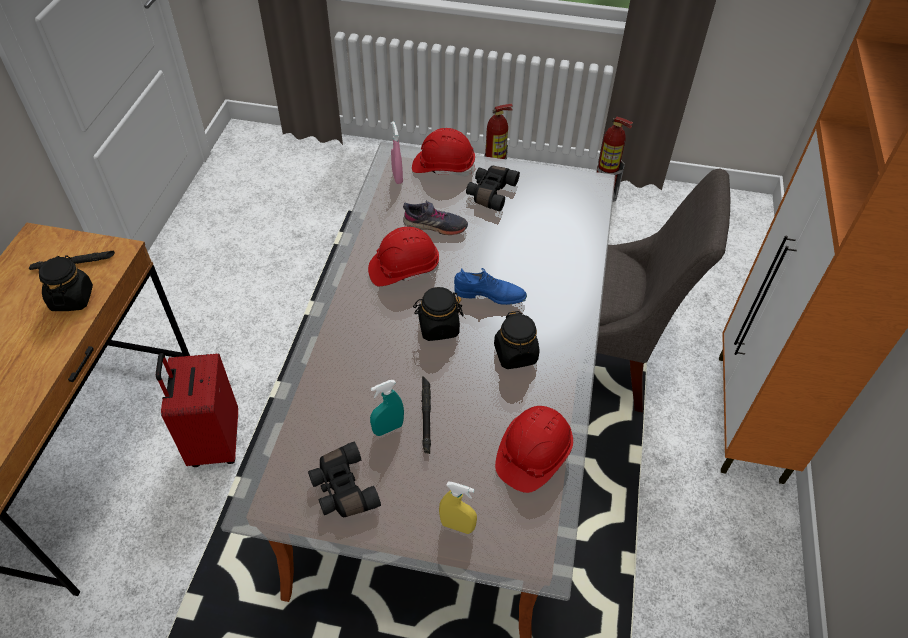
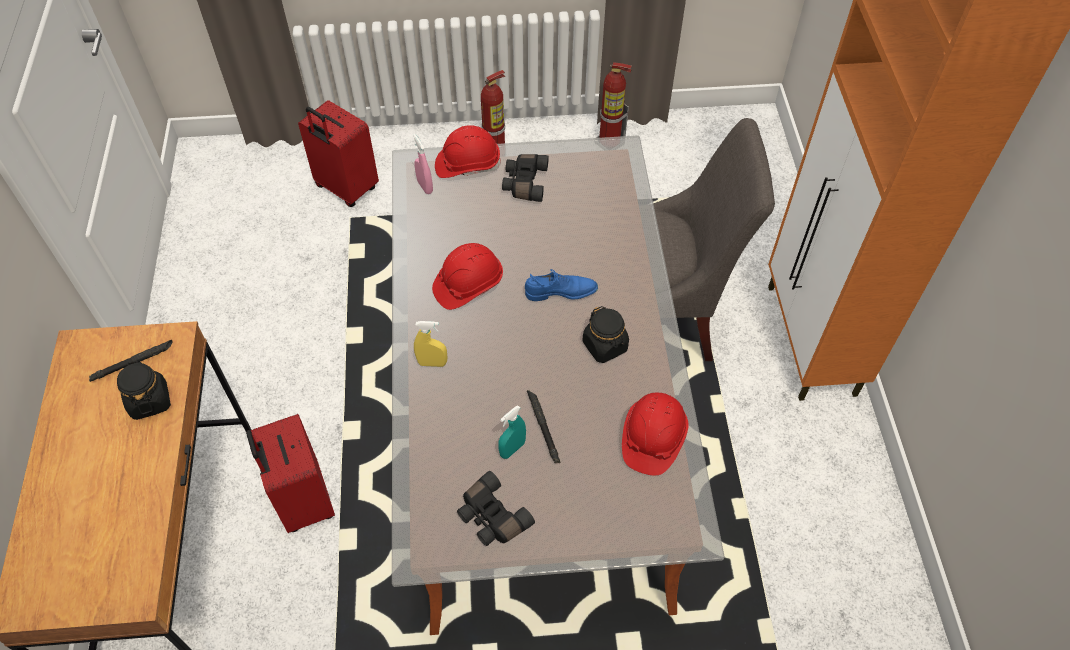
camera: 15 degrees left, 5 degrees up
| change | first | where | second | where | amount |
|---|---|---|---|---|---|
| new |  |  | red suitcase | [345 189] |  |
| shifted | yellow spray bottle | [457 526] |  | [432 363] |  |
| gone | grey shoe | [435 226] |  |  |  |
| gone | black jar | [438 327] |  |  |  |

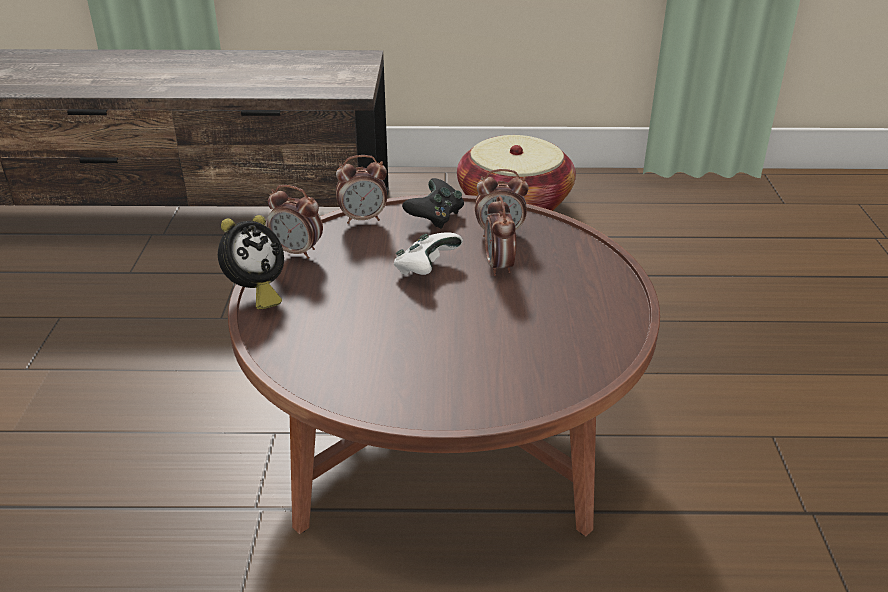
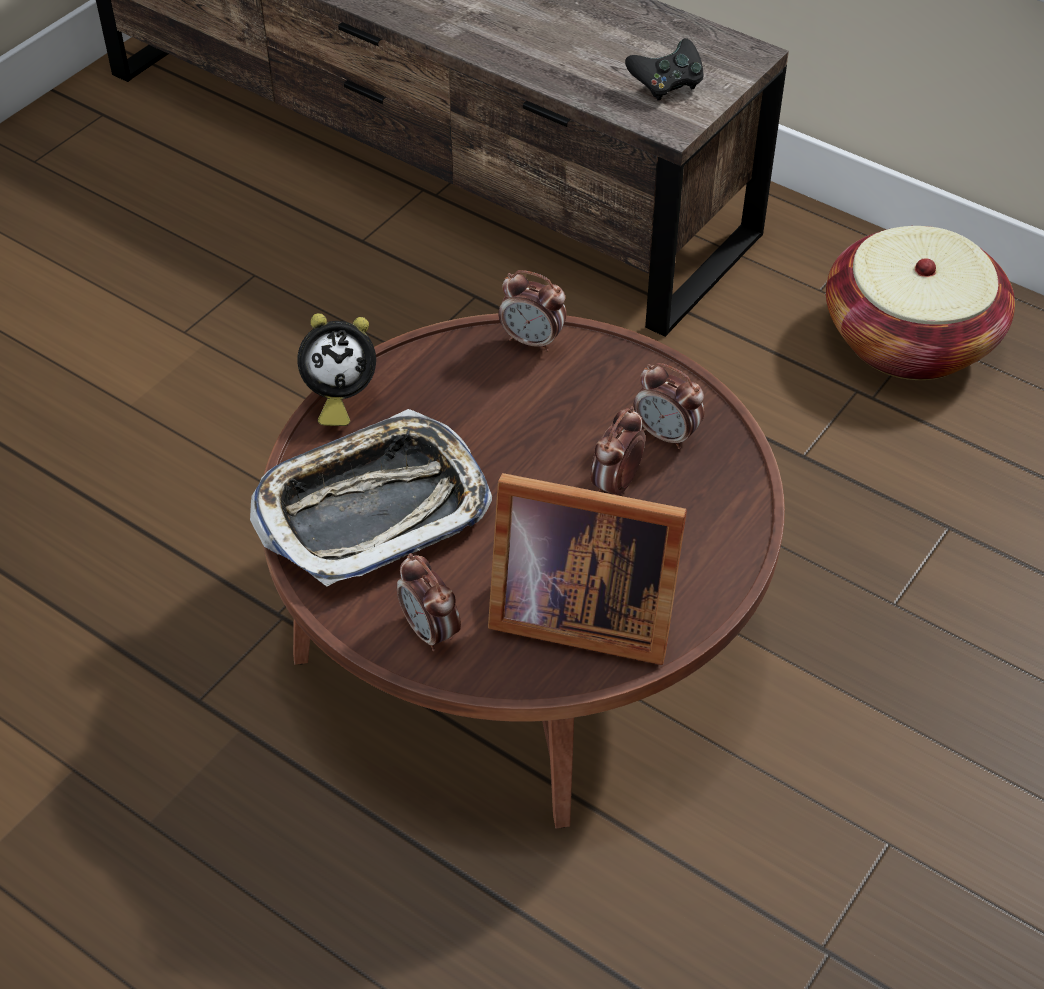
camera: 35 degrees right, 15 degrees up
| change | first | where | second | where | amount |
|---|---|---|---|---|---|
| new |  |  | tray | [372 508] |  |
| shifted | alarm clock | [297 252] |  | [430 631] |  |
| new |  |  | picture frame | [577 612] |  |
| shifted | black game controller | [435 217] |  | [666 85] |  |
| gone | white game controller | [426 269] |  |  |  |

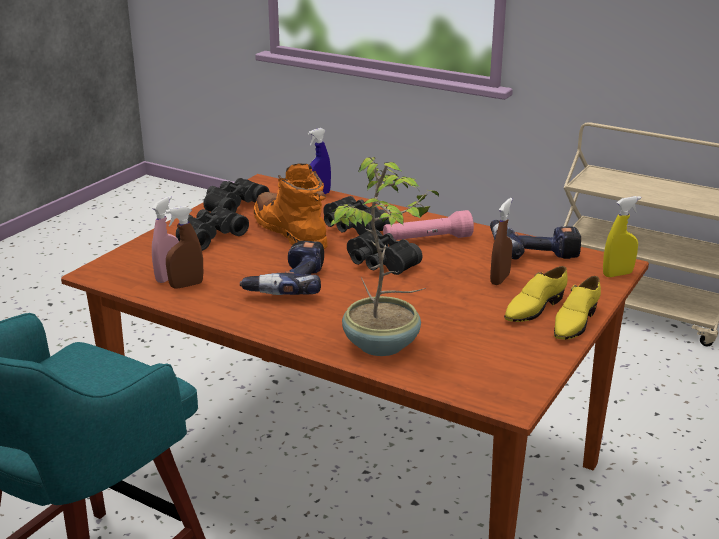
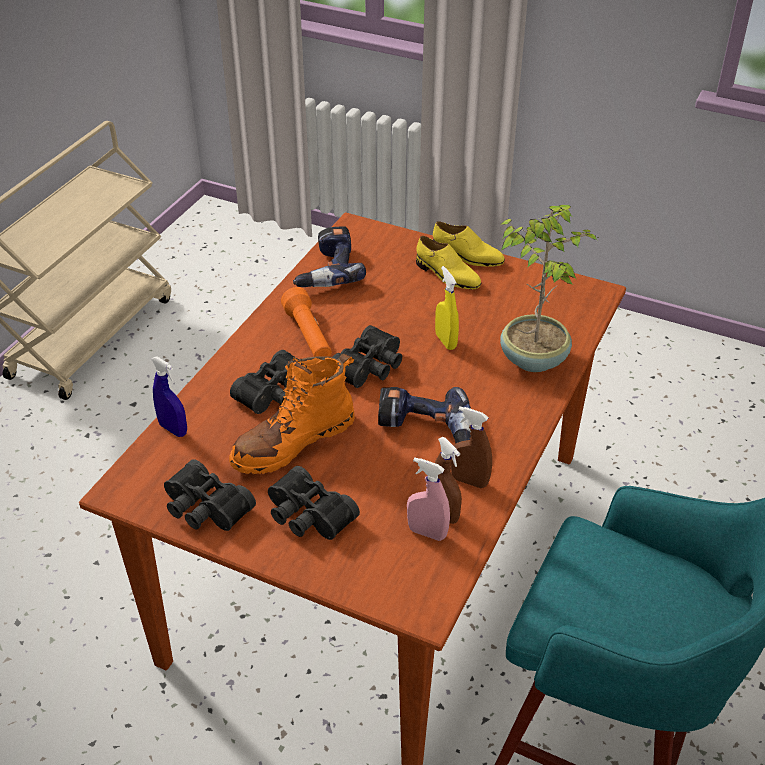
camera: 95 degrees left, 15 degrees up
| change | first | where | second | where | amount |
|---|---|---|---|---|---|
| repainted | pink flashlight | [427 240] | orange flashlight | [308 336] |  |
| shifted | yellow spray bottle | [617 274] |  | [445 341] |  |
| shifted | brown spray bottle | [500 279] |  | [469 481] |  |

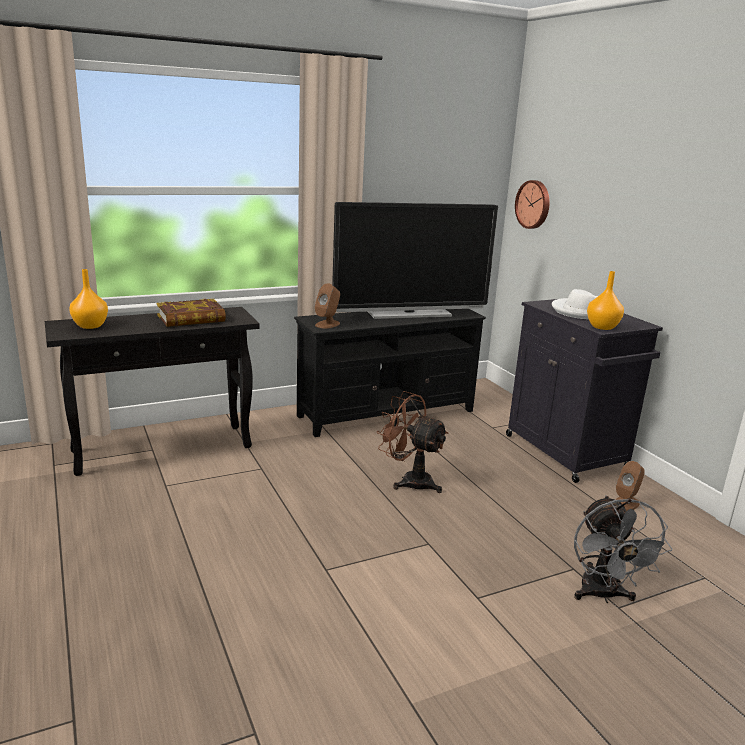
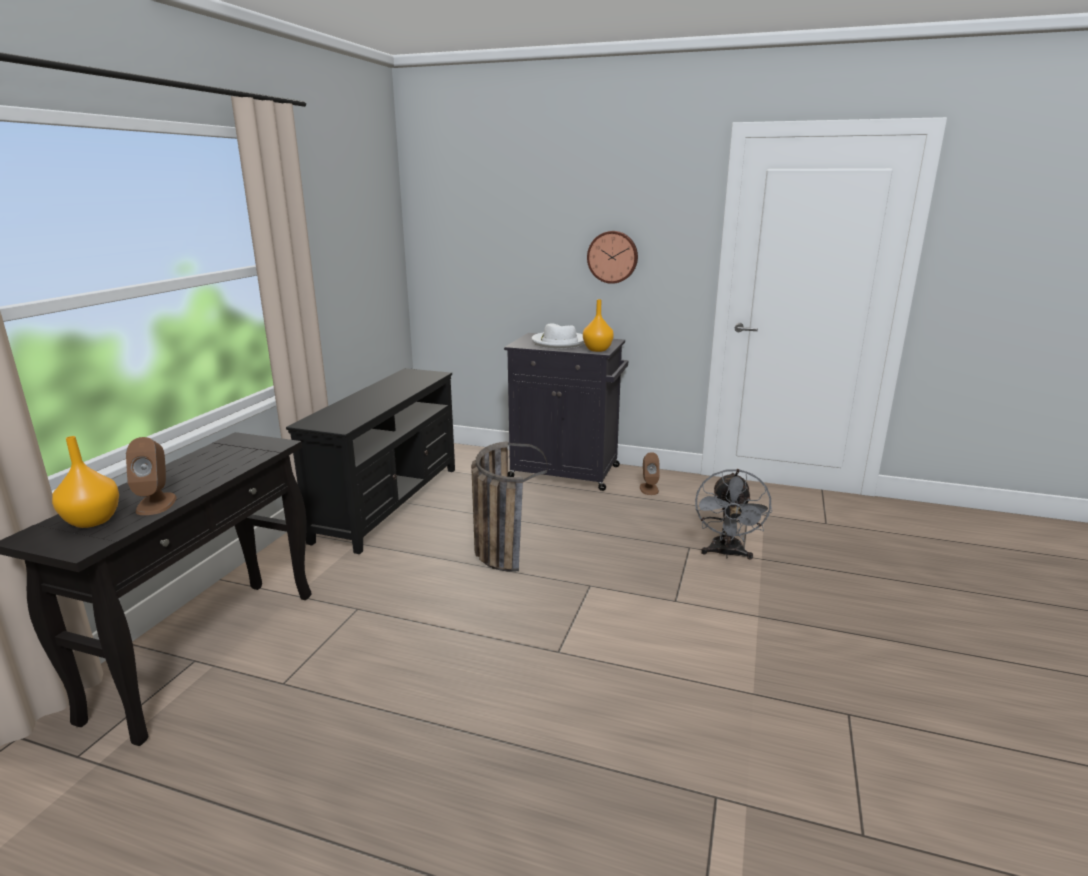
camera: 45 degrees left, 0 degrees up
| change | first | where | second | where | amount |
|---|---|---|---|---|---|
| shifted | brown speaker | [327 324] |  | [156 504] |  |
| swapped | brown fan | [410 480] | basket | [500 547] |  |
| shifted | wall clock | [534 204] |  | [613 257] |  |
| rotated | grey fan | [603 595] |  | [726 554] | 60 degrees clockwise |
| gone | book | [191 318] |  |  |  |
| gone | television | [409 314] |  |  |  |

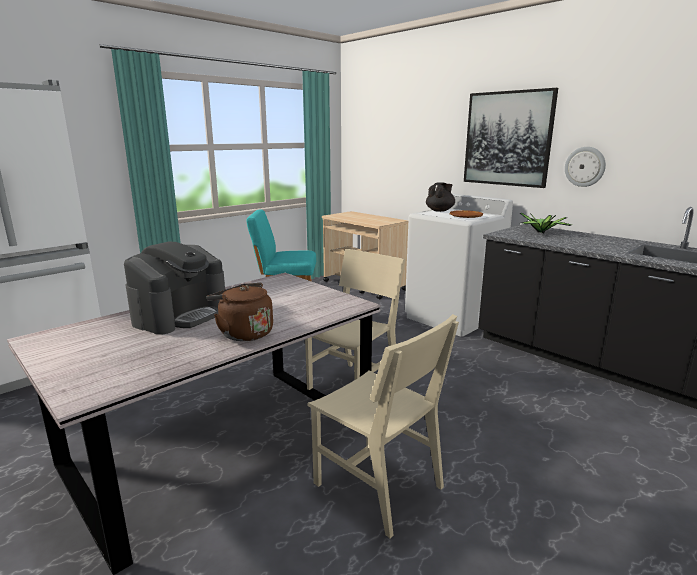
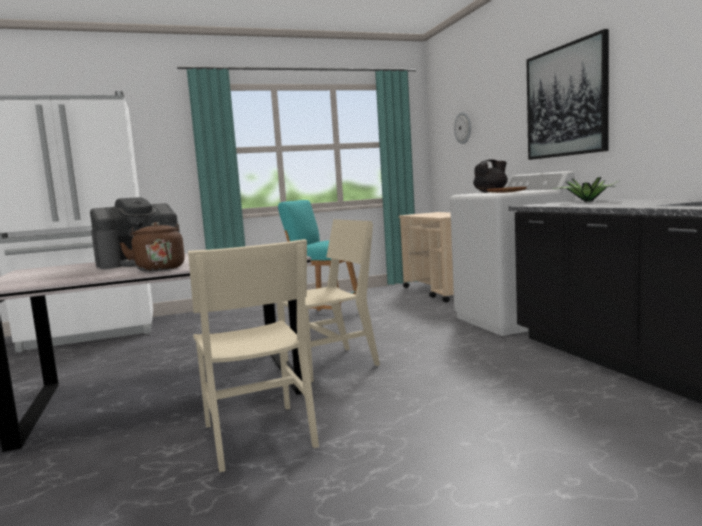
camera: 25 degrees right, 10 degrees down
| change | first | where | second | where | amount |
|---|---|---|---|---|---|
| shifted | wall clock | [585 166] |  | [463 128] |  |

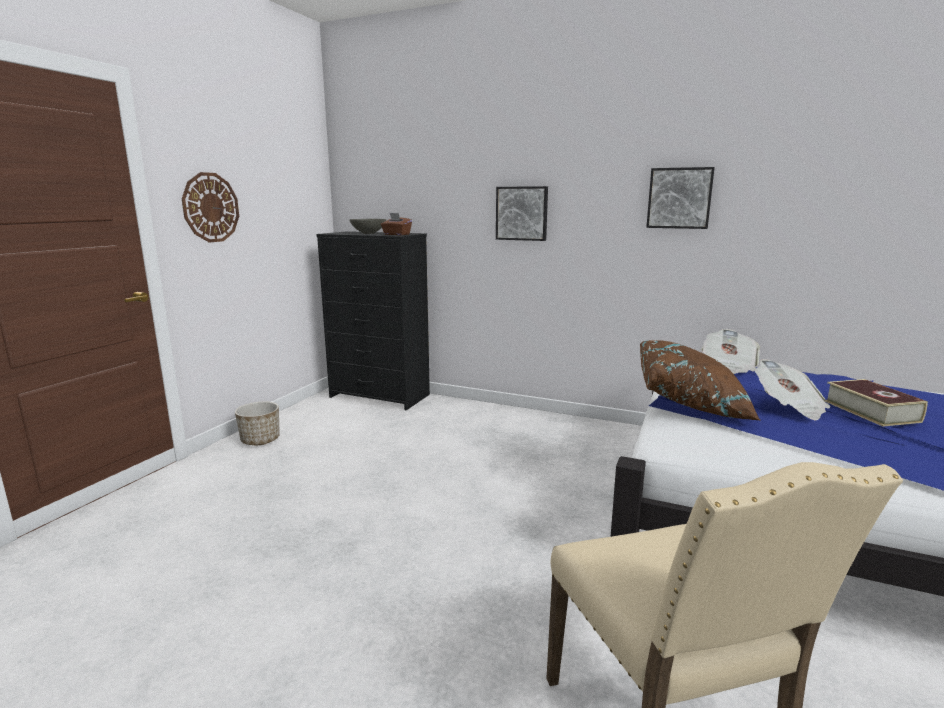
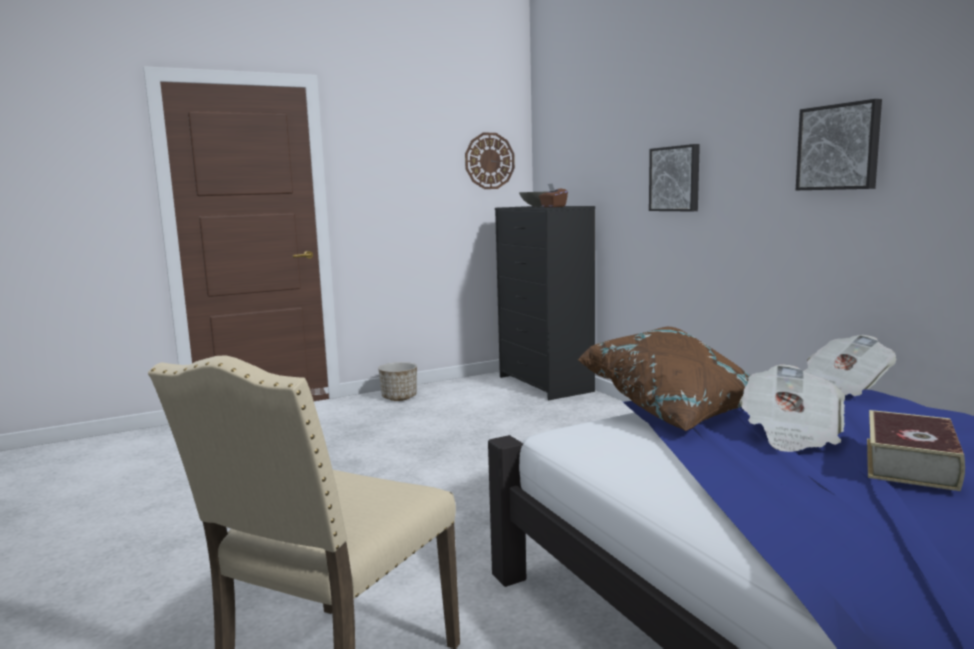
camera: 40 degrees right, 5 degrees down
| change | first | where | second | where | amount |
|---|---|---|---|---|---|
| shifted | wall clock | [210 207] |  | [489 161] |  |

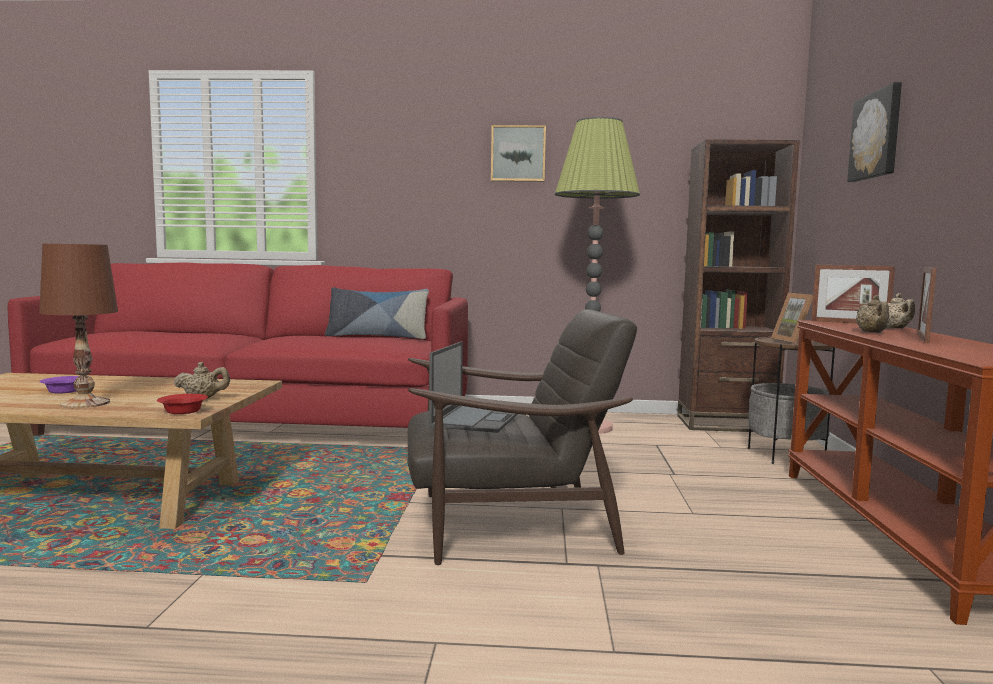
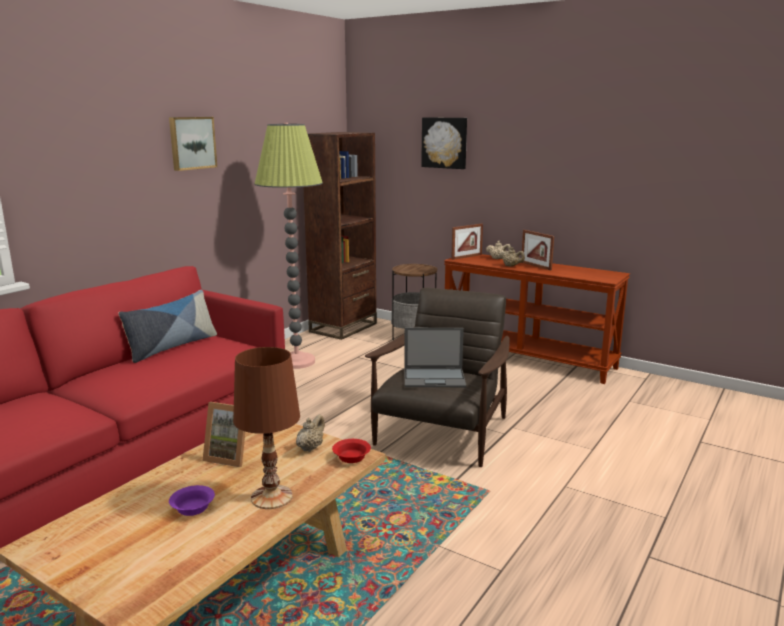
camera: 60 degrees left, 10 degrees up
| change | first | where | second | where | amount |
|---|---|---|---|---|---|
| shifted | picture frame | [794 341] |  | [230 456] |  |
| rotated | laptop | [477 418] |  | [435 378] | 135 degrees clockwise |

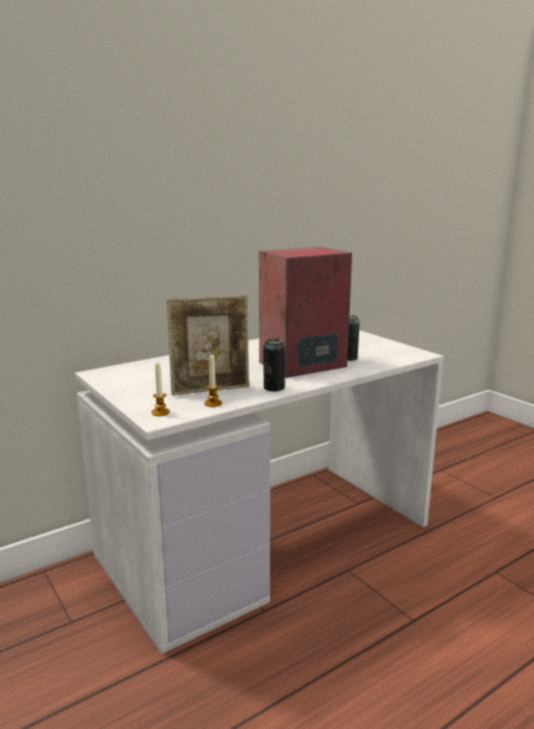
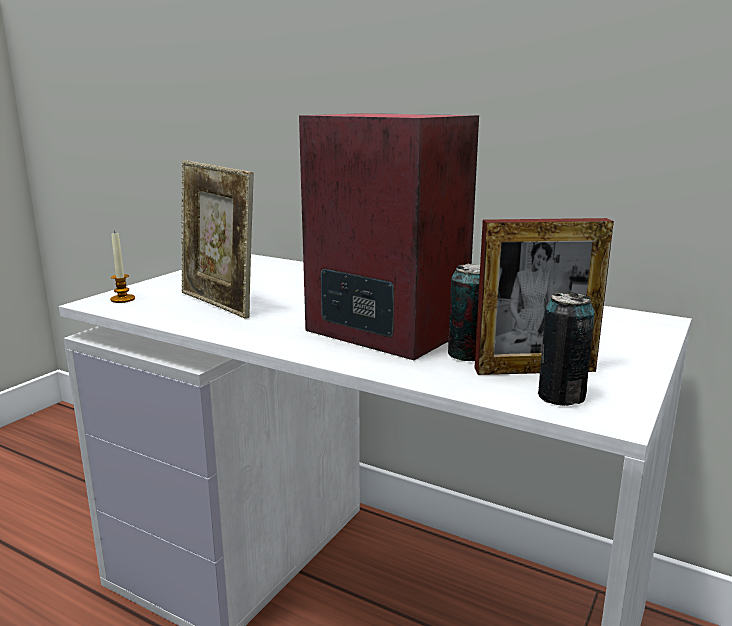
camera: 65 degrees right, 0 degrees up
| change | first | where | second | where | amount |
|---|---|---|---|---|---|
| new |  |  | picture frame | [534 370] |  |
| shifted | can | [274 387] |  | [561 396] |  |
| gone | candle | [213 403] |  |  |  |

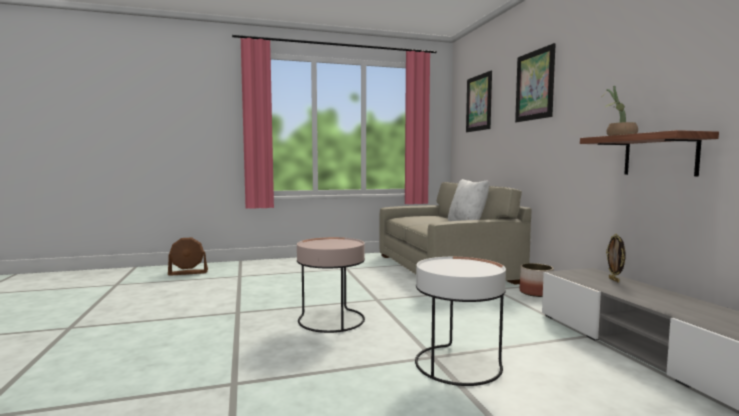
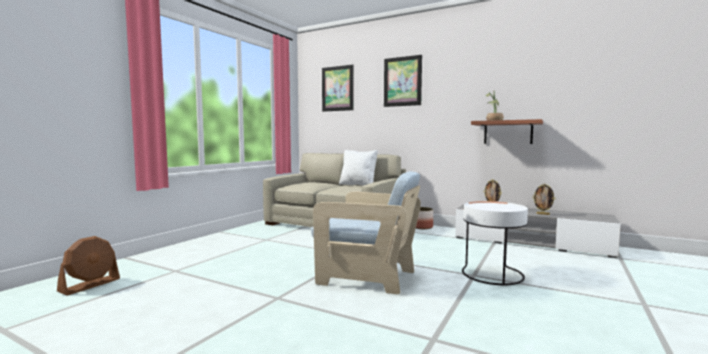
camera: 45 degrees left, 0 degrees up
| change | first | where | second | where | amount |
|---|---|---|---|---|---|
| swapped | pink side table | [331 320] | beige armchair | [366 277] |  |
| new |  |  | picture frame | [543 214] |  |

